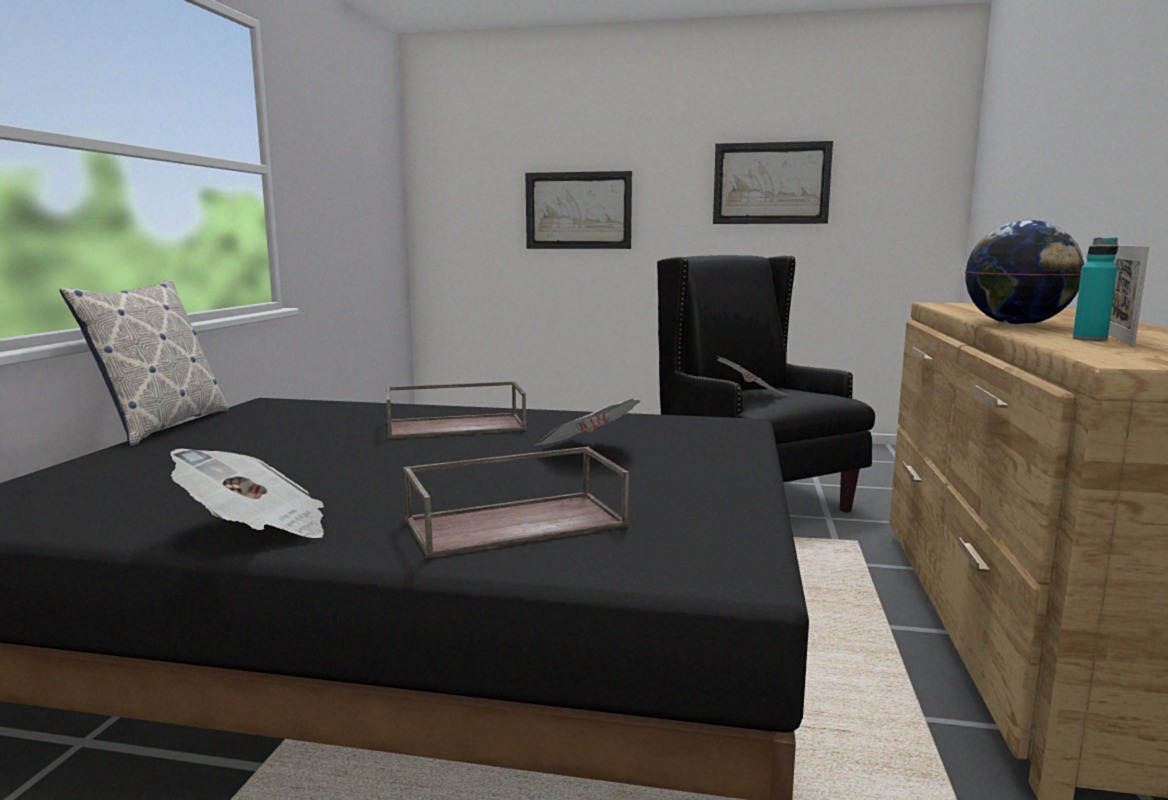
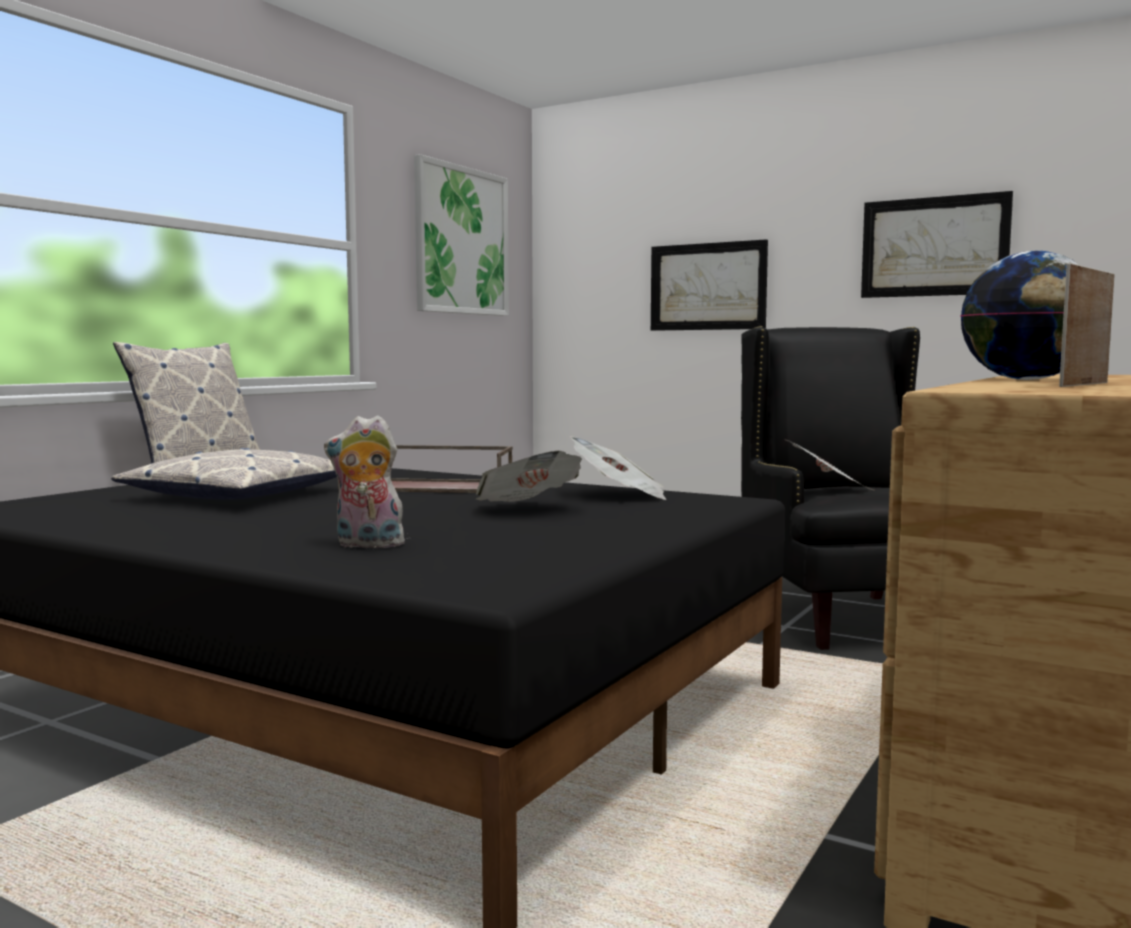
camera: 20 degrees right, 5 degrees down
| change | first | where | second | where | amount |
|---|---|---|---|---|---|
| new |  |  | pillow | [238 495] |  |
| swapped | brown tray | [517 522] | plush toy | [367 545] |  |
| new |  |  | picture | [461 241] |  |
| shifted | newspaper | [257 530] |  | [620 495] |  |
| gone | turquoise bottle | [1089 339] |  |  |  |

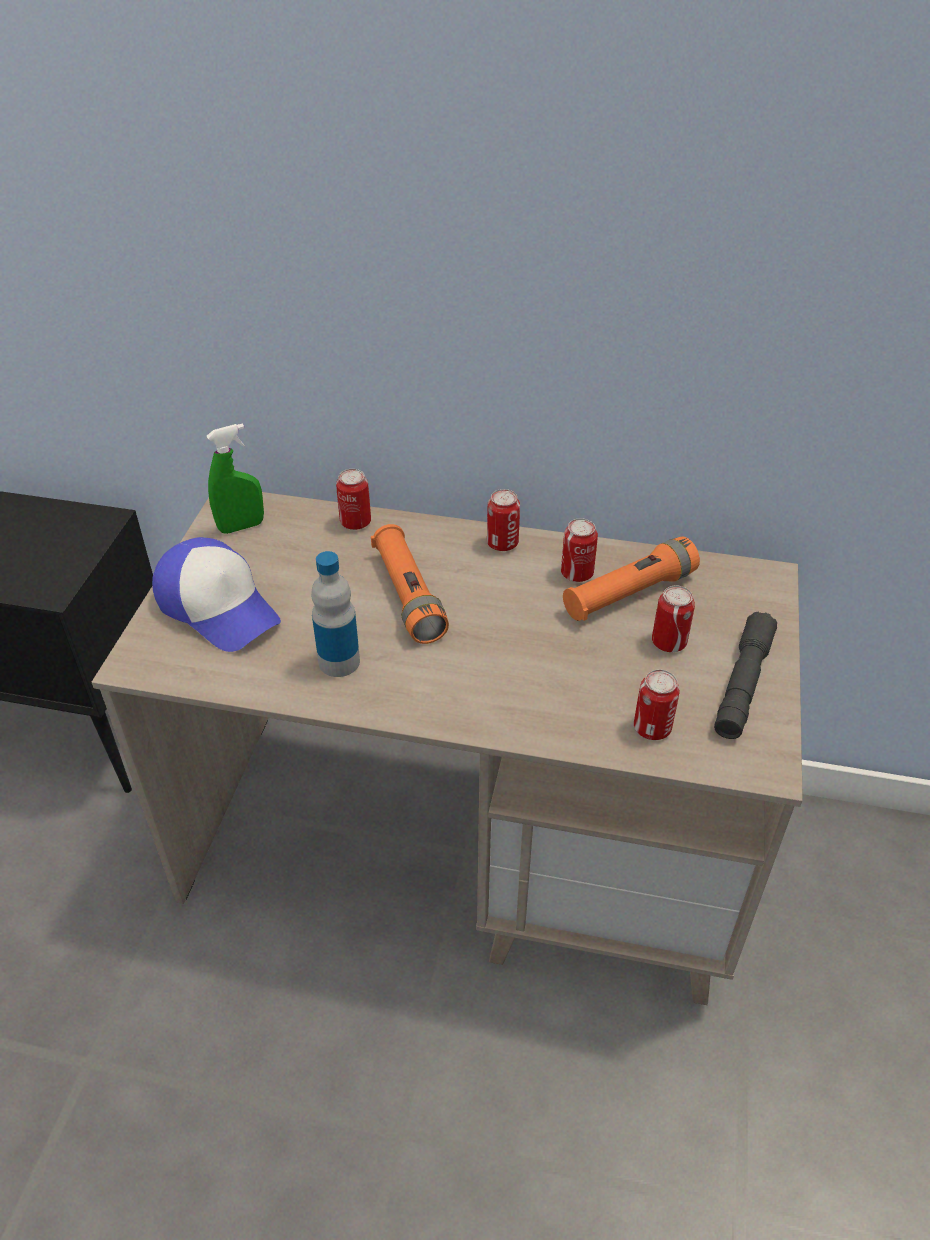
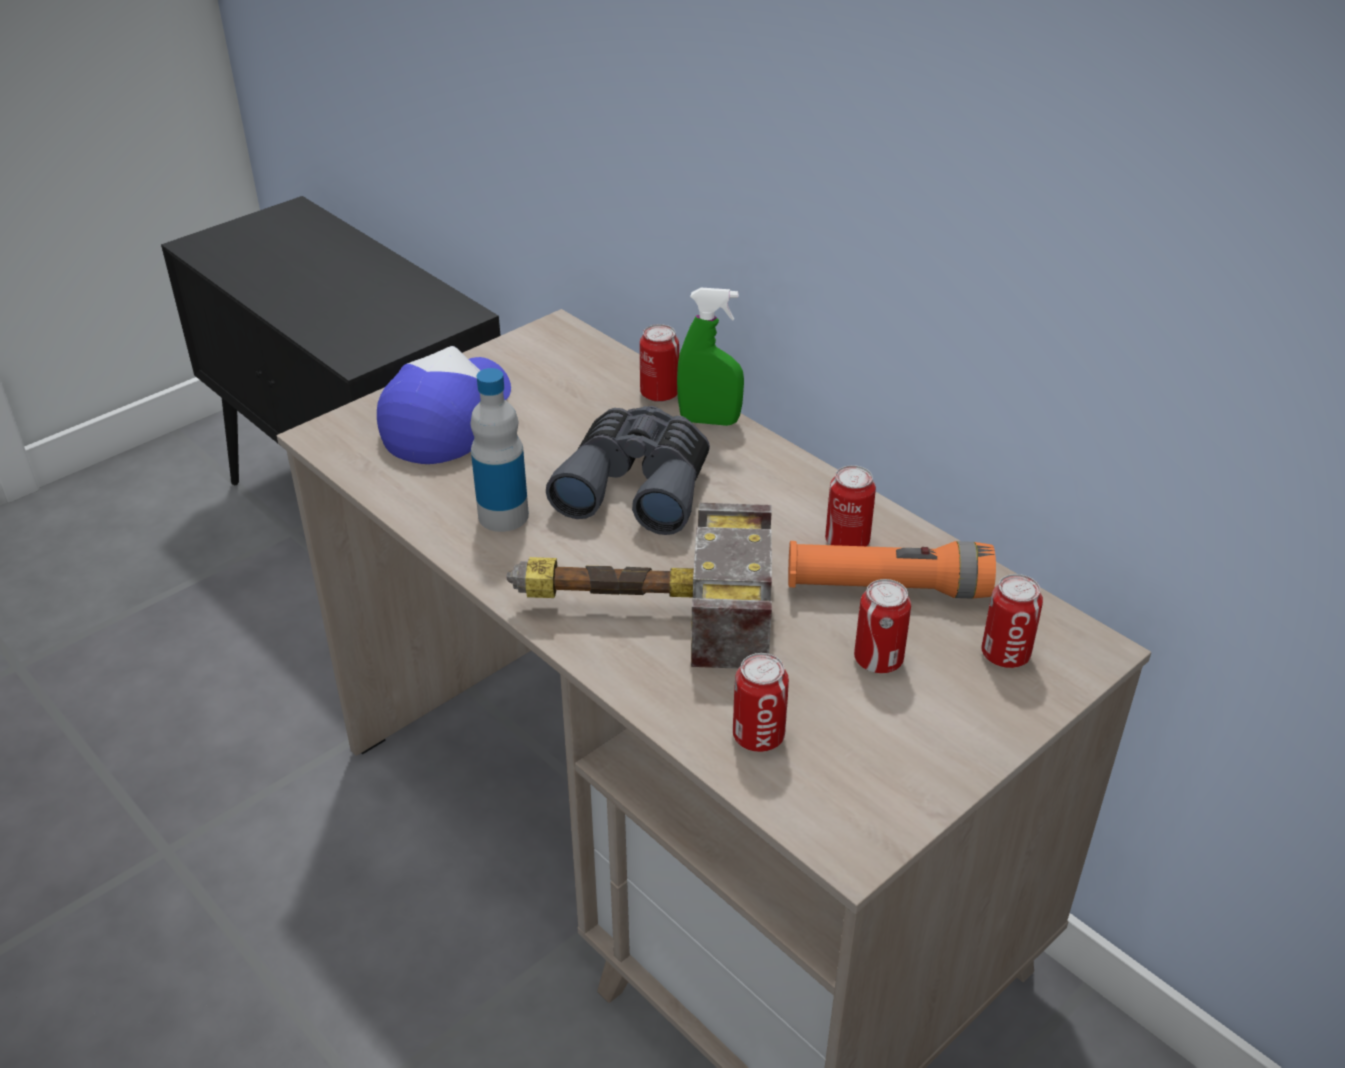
camera: 35 degrees right, 5 degrees down
| change | first | where | second | where | amount |
|---|---|---|---|---|---|
| rotated | cap | [219 606] |  | [448 418] | 150 degrees counterclockwise |
| new |  |  | hammer | [638 610] |  |
| swapped | orange flashlight | [408 596] | grey binoculars | [637 485] |  |
| shifted | green spray bottle | [241 526] |  | [709 421] |  |
| shifted | can | [502 543] |  | [1005 654] |  |
| gone | grey flashlight | [742 684] |  |  |  |

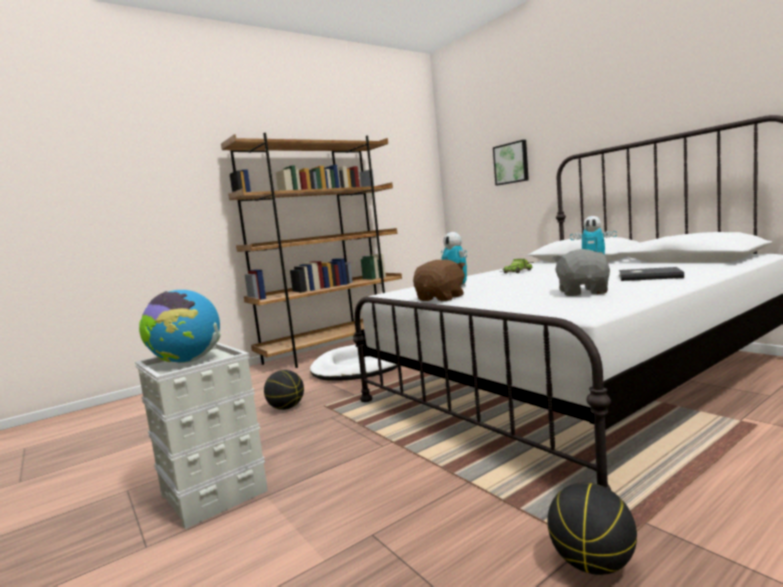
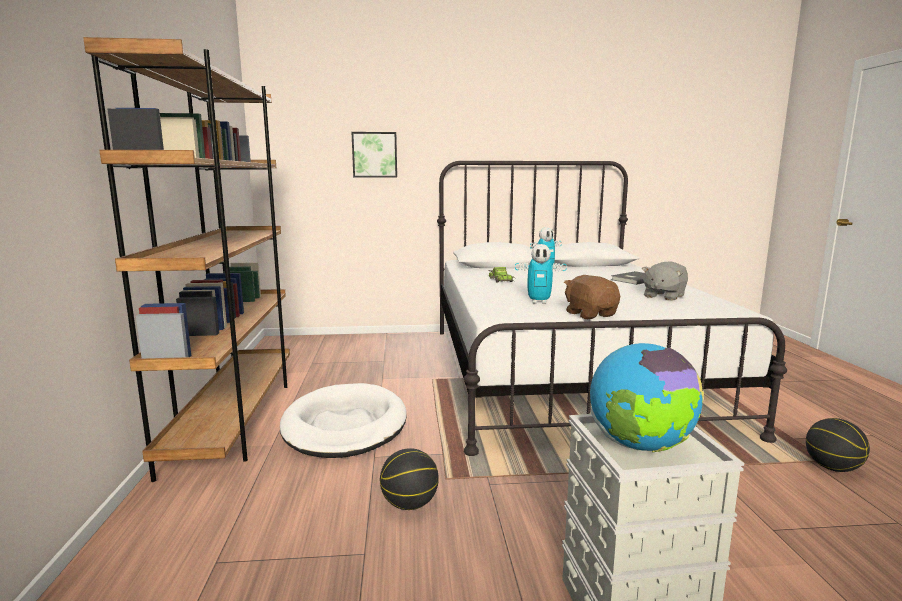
camera: 60 degrees left, 5 degrees up
| change | first | where | second | where | amount |
|---|---|---|---|---|---|
| rotated | grey plush toy | [583 292] |  | [663 296] | 90 degrees counterclockwise |

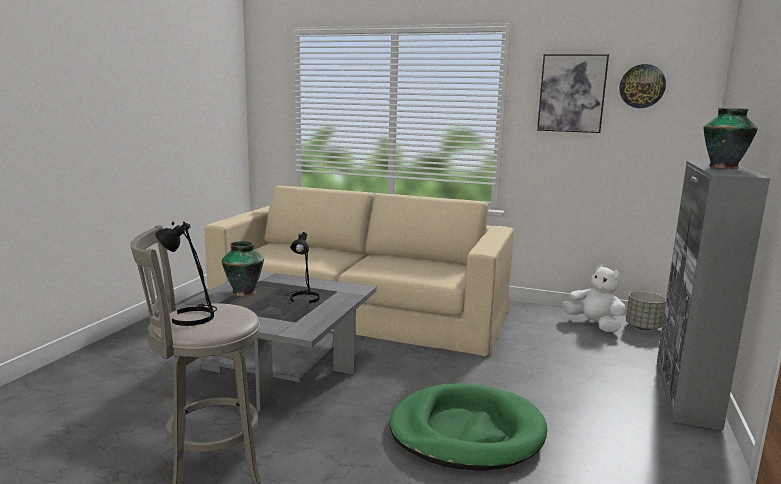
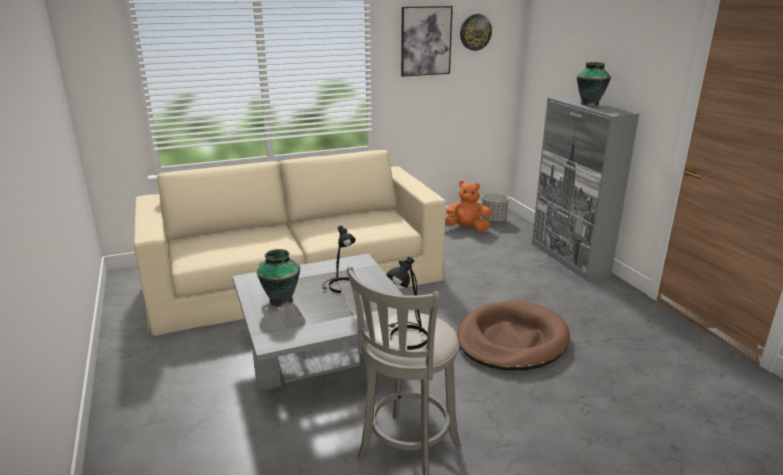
camera: 40 degrees left, 10 degrees up
| change | first | where | second | where | amount |
|---|---|---|---|---|---|
| repainted | white plush toy | [594 324] | orange plush toy | [466 228] |  |
| repainted | green dog bed | [466 432] | brown dog bed | [511 340] |  |

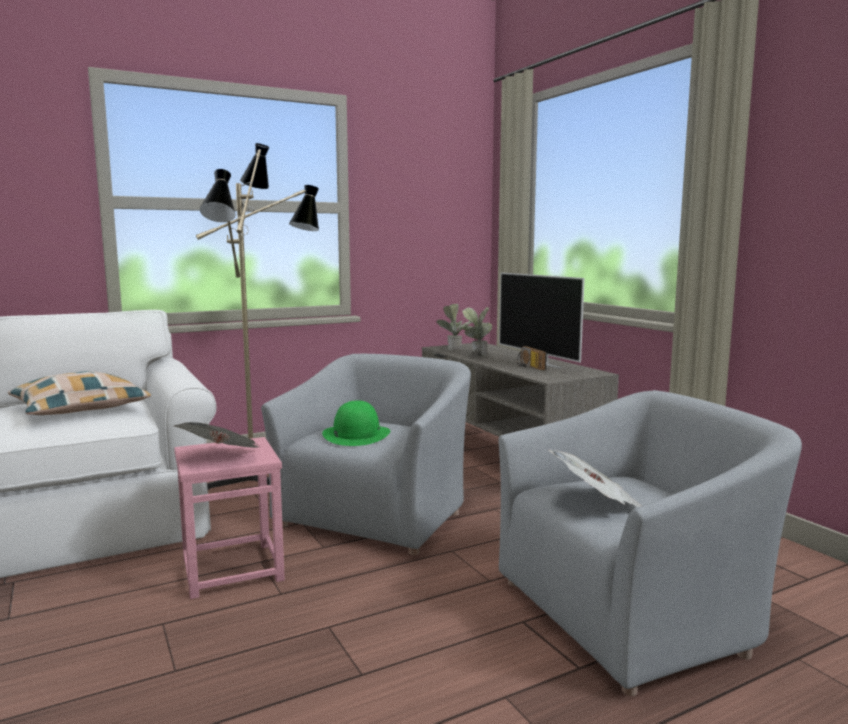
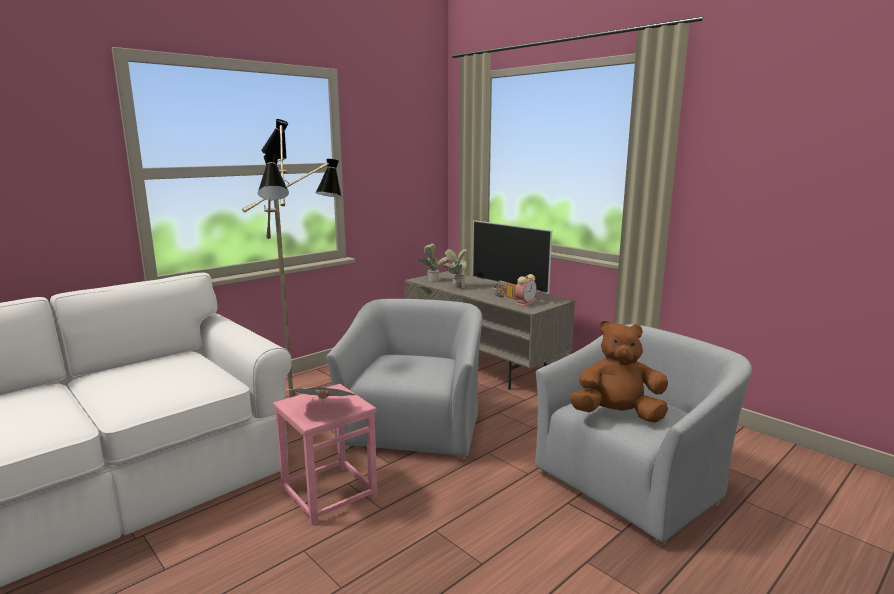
camera: 15 degrees left, 5 degrees up
| change | first | where | second | where | amount |
|---|---|---|---|---|---|
| new |  |  | alarm clock | [525 303] |  |
| swapped | newspaper | [596 503] | brown plush toy | [617 415] |  |
| gone | pillow | [80 409] |  |  |  |
| gone | green hat | [356 435] |  |  |  |

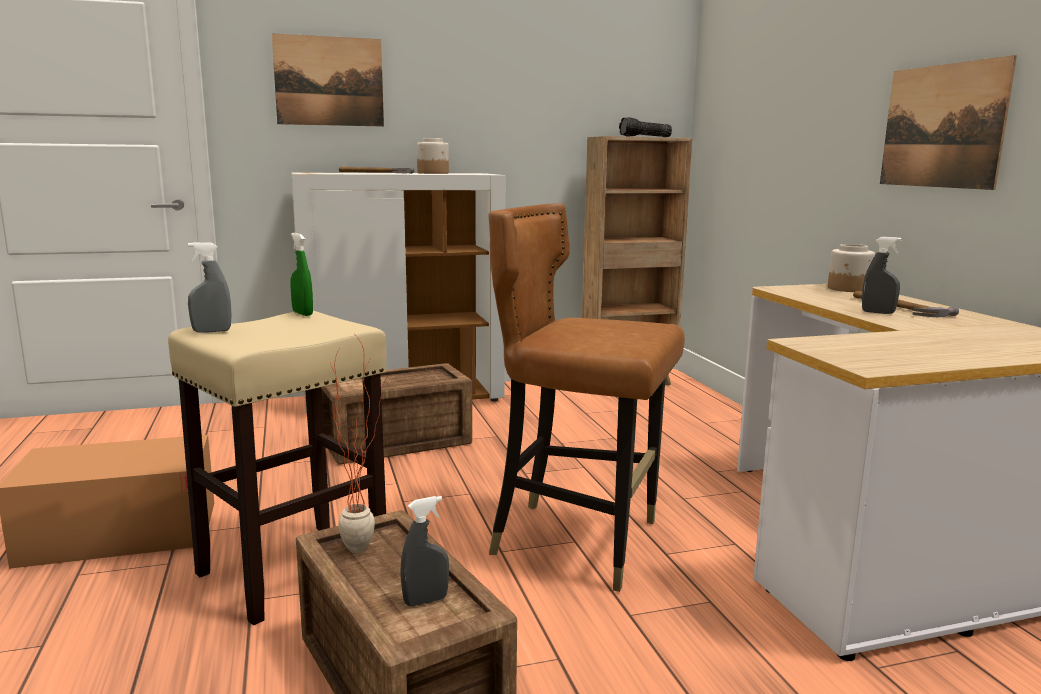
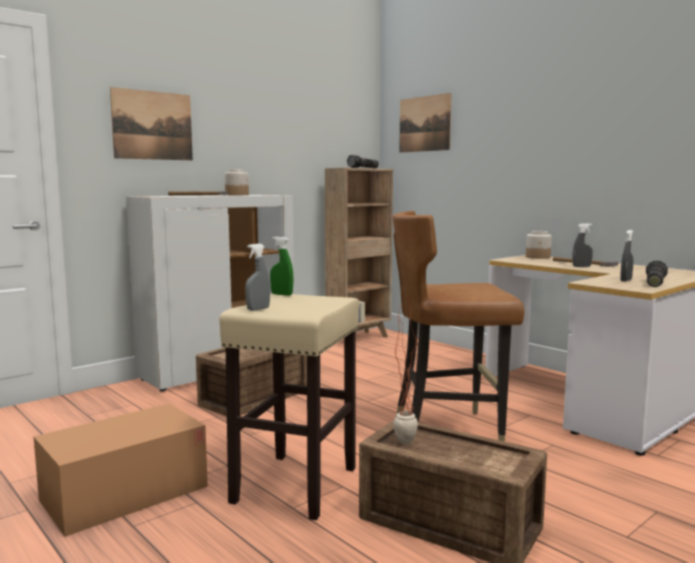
camera: 25 degrees left, 5 degrees down
| change | first | where | second | where | amount |
|---|---|---|---|---|---|
| shifted | picture | [942 126] |  | [424 124] |  |
| shifted | grey spray bottle | [425 601] |  | [626 280] |  |
| new |  |  | flashlight | [654 283] |  |

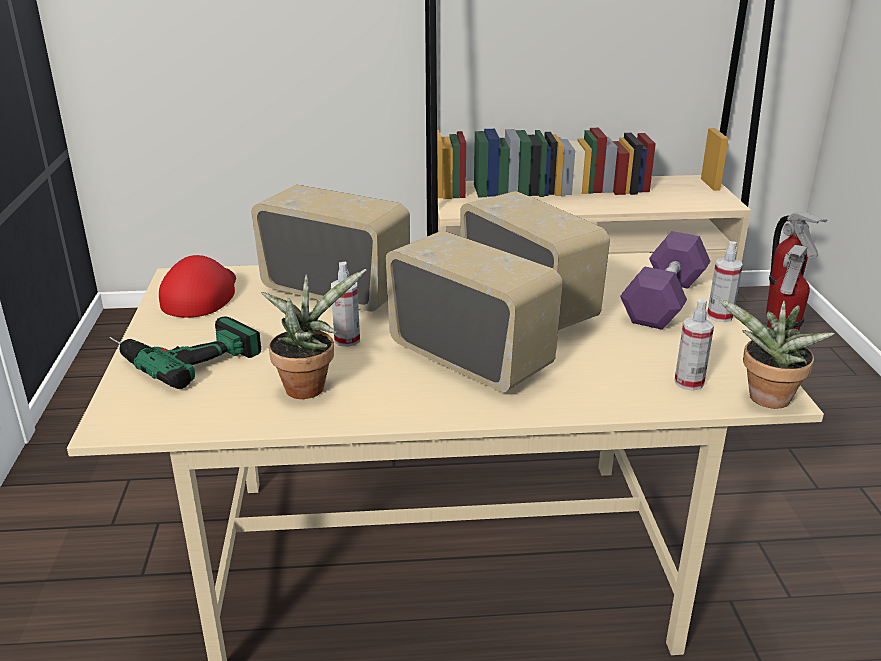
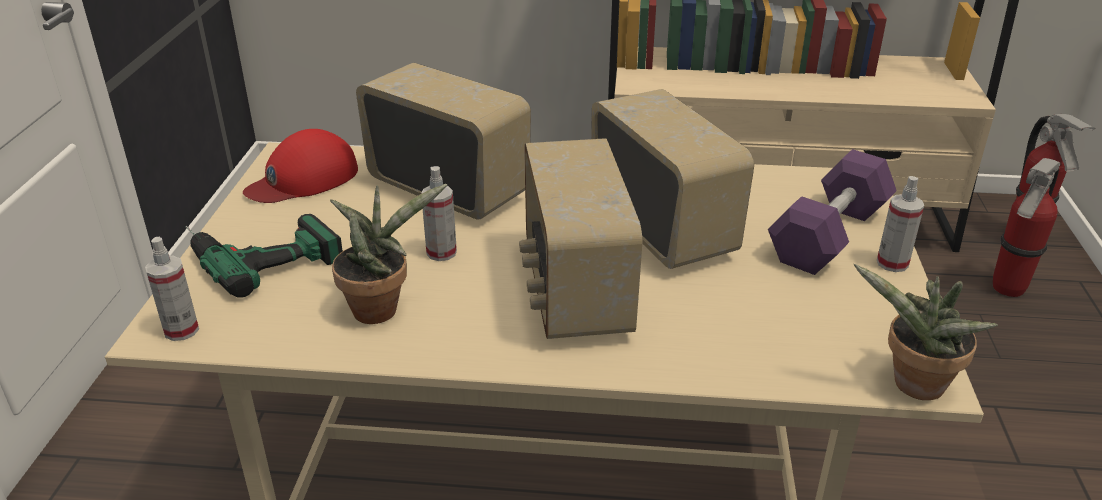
camera: 10 degrees right, 5 degrees up
| change | first | where | second | where | amount |
|---|---|---|---|---|---|
| shifted | spray bottle | [689 382] |  | [181 330] |  |
| rotated | red cap | [201 294] |  | [303 179] | 150 degrees counterclockwise |
| rotated | radio | [471 359] |  | [573 291] | 150 degrees counterclockwise |

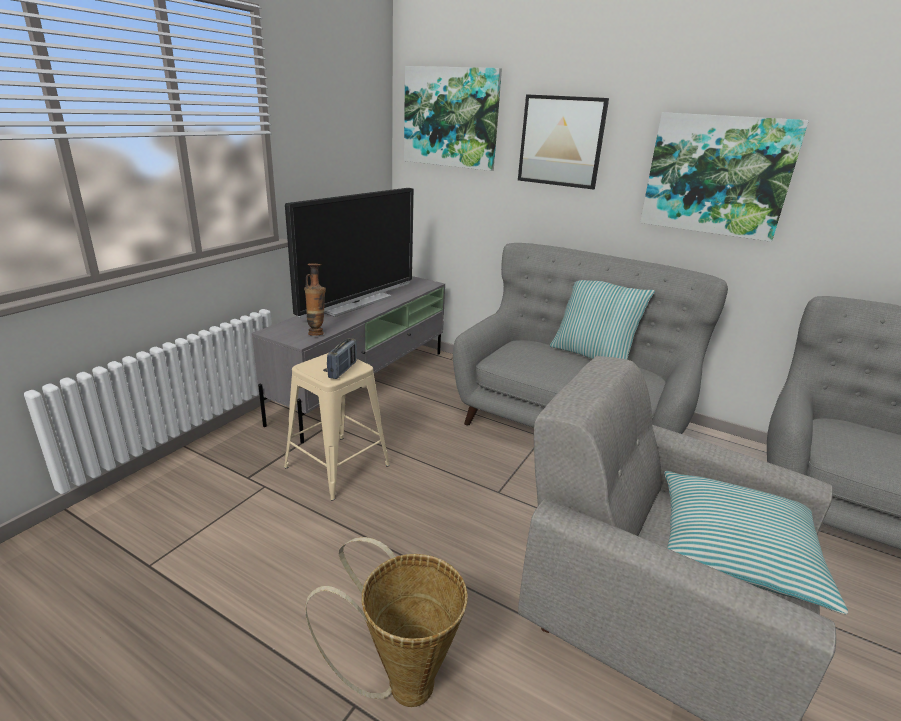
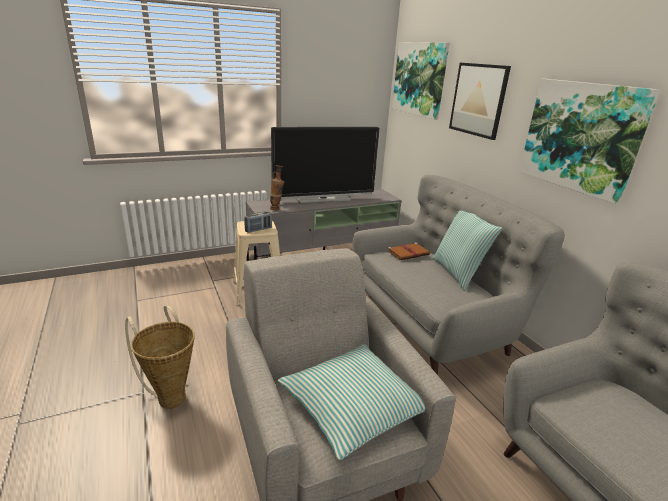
camera: 35 degrees right, 0 degrees up
| change | first | where | second | where | amount |
|---|---|---|---|---|---|
| new |  |  | brown book | [408 253] |  |

